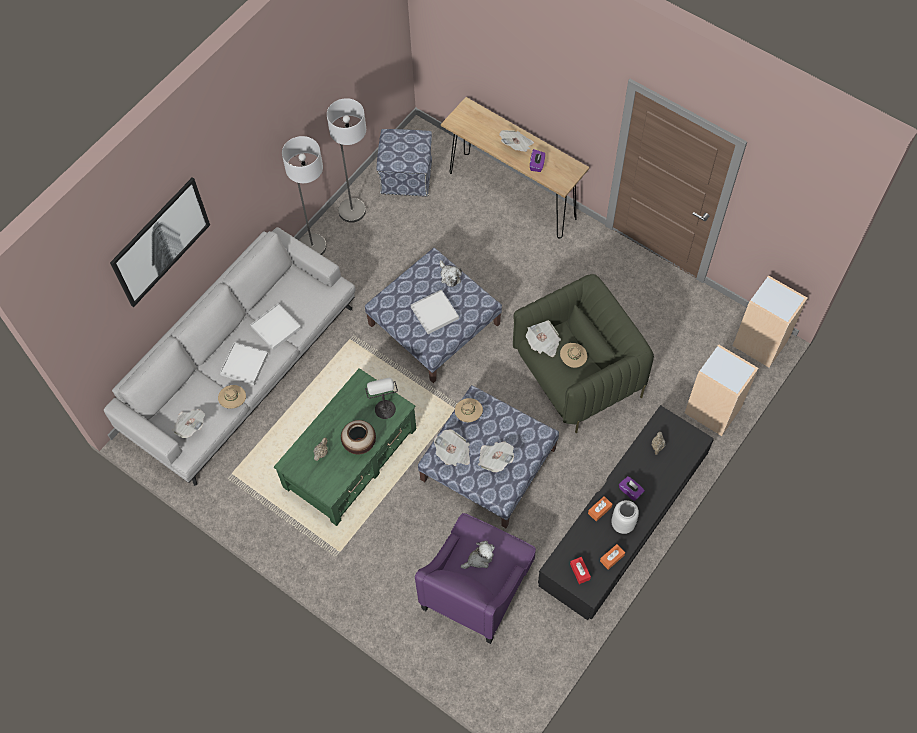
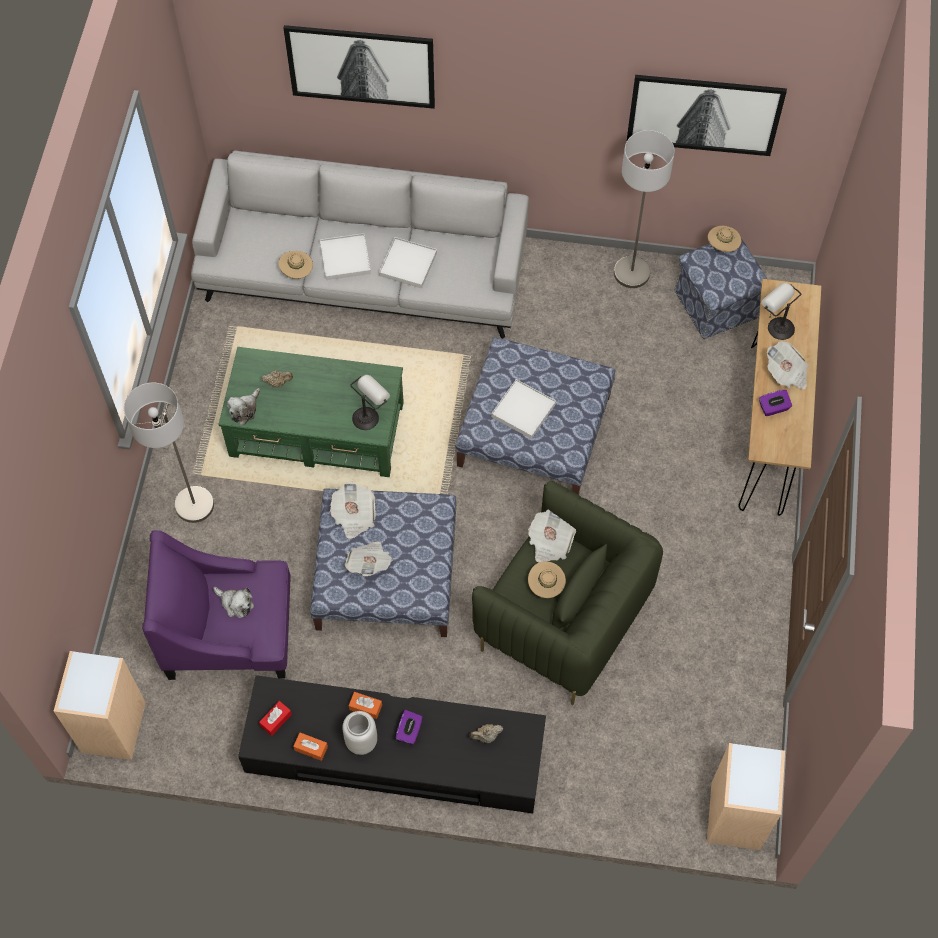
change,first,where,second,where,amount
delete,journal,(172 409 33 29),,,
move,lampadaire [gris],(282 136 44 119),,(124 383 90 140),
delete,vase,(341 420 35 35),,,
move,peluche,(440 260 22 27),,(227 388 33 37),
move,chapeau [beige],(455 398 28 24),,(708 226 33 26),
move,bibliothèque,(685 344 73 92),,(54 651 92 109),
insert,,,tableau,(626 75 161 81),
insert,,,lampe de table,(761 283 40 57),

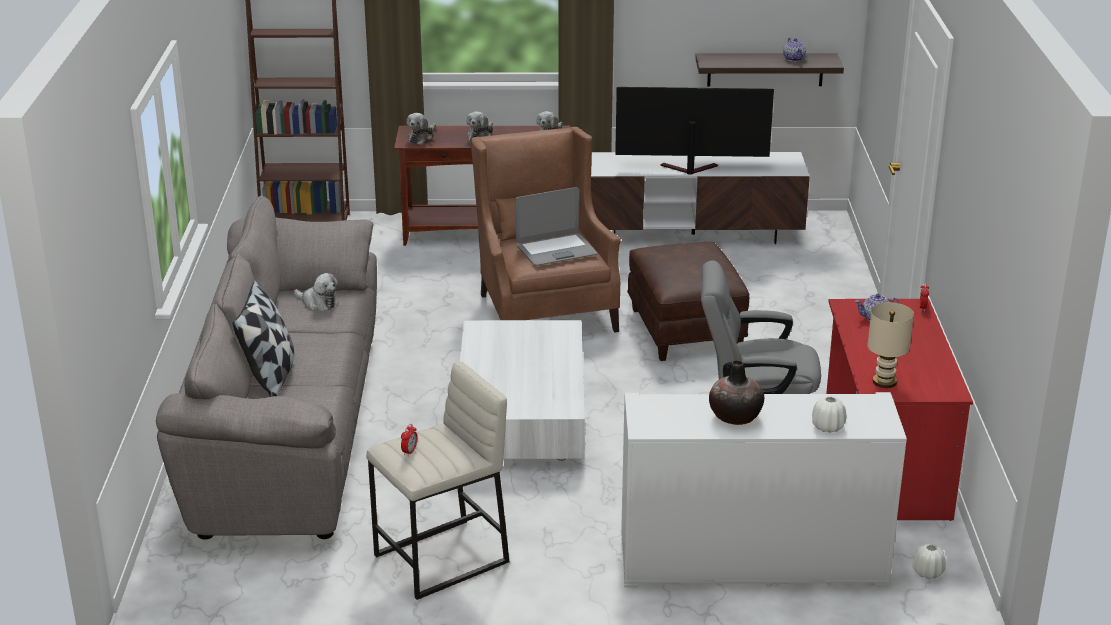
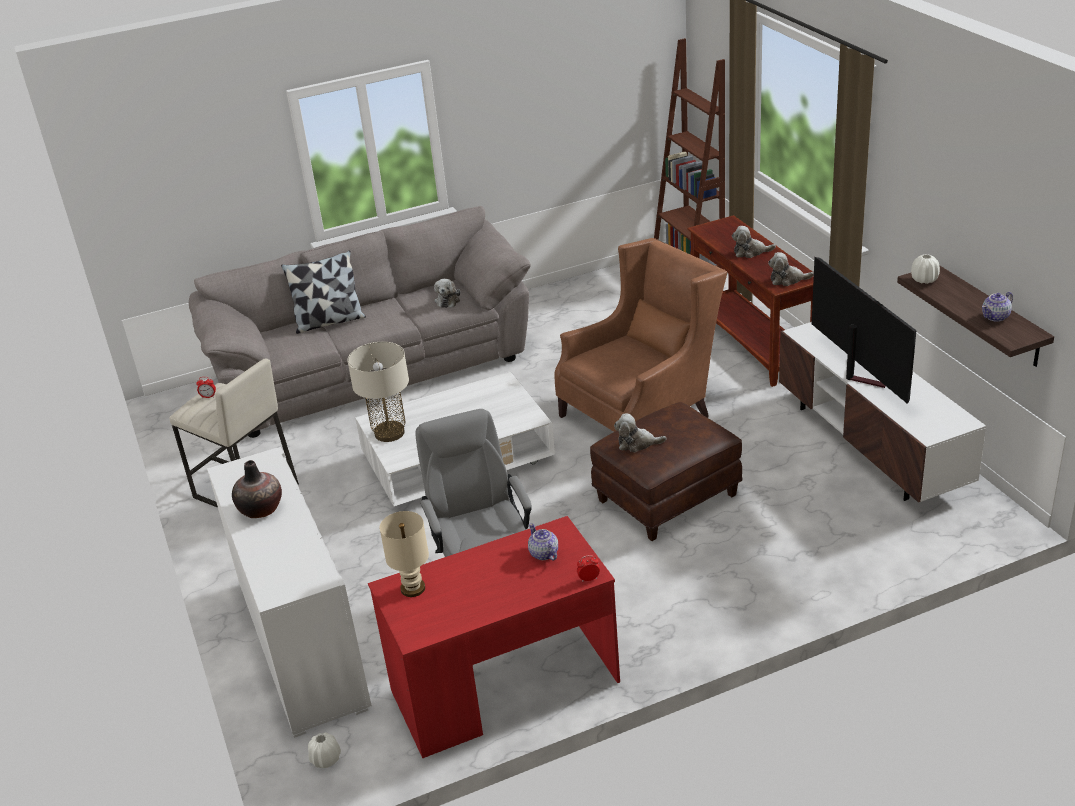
change,first,where,second,where,amount
move,peluche,(407 113 29 32),,(614 413 53 39),
delete,ordinateur portable,(516 187 81 79),,,
move,vase [blanc],(812 396 34 37),,(911 254 29 30),
insert,,,lampe de table,(347 342 62 100),

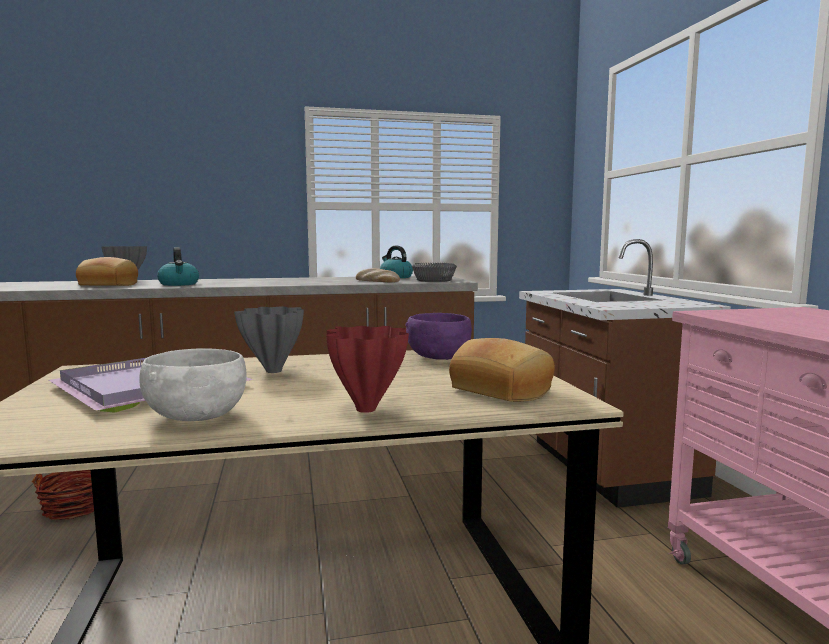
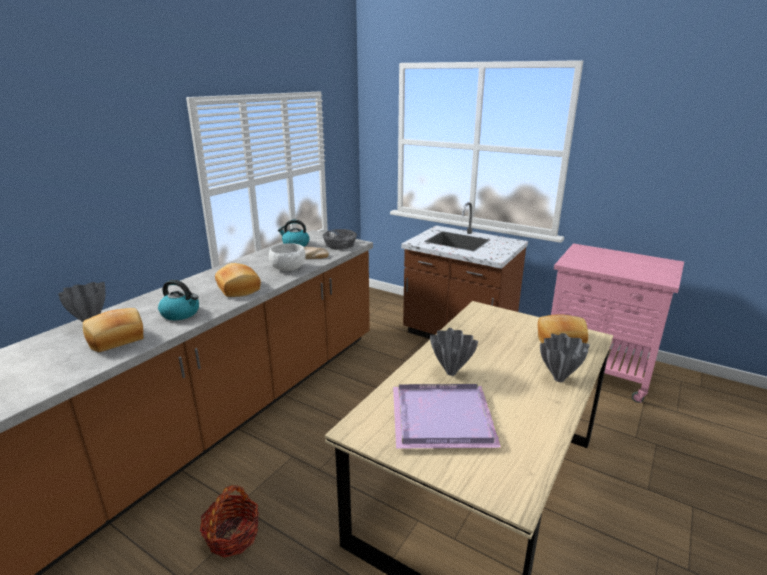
change,first,where,second,where,amount
move,bol [blanc],(139 349 108 72),,(269 243 37 28),
recolor,vase [rouge],(326 326 83 87),vase [gris],(540 333 50 49),
delete,bol [violet],(405 313 67 47),,,
insert,,,pain,(215 263 46 34),

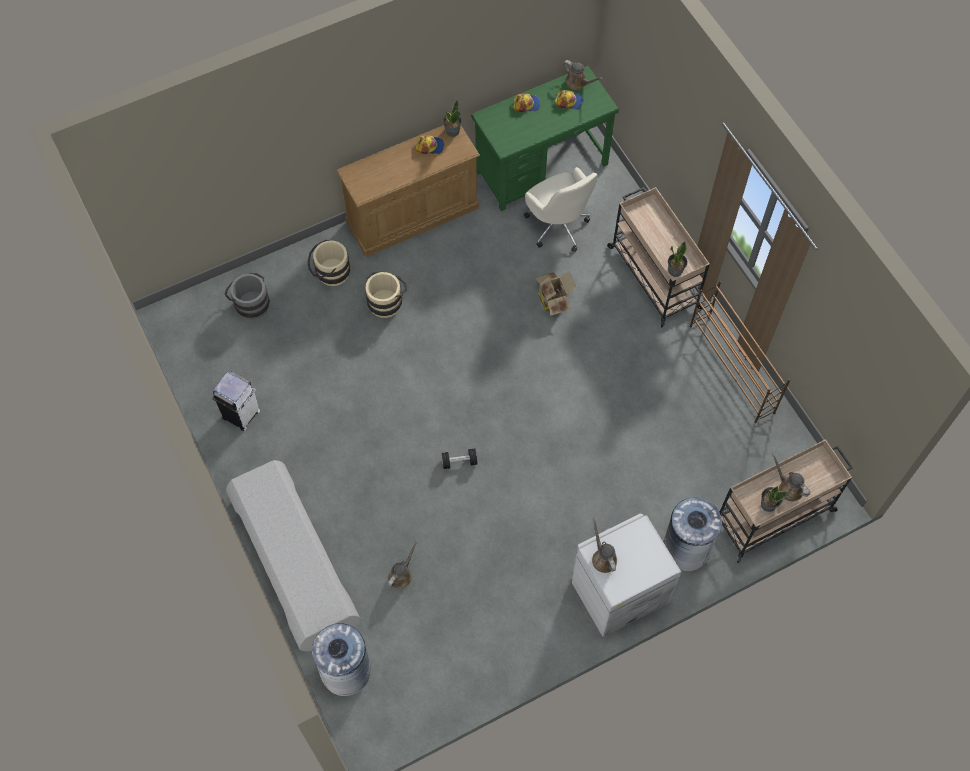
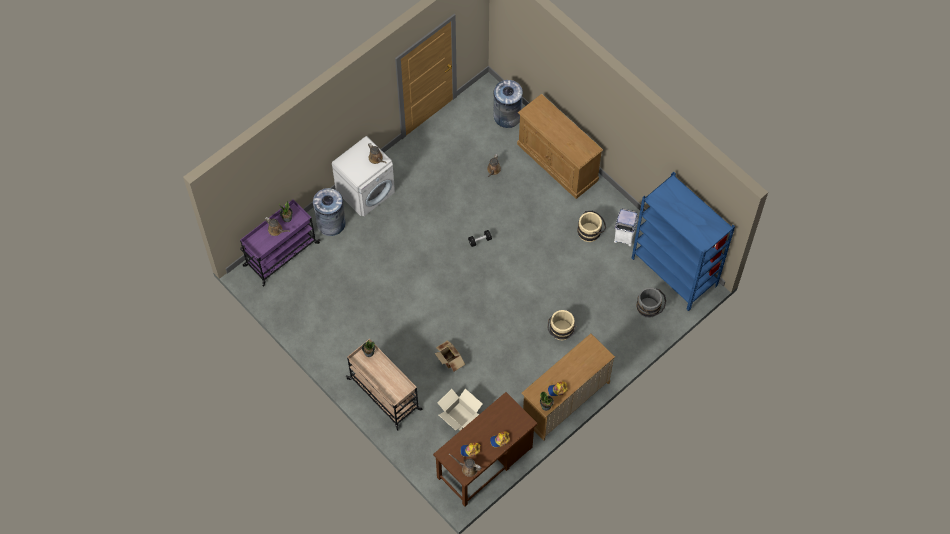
change,first,where,second,where,amount
replace,banc [gris],(226 460 134 191),meuble de rangement [marron],(517 94 86 105),
move,seau [beige],(308 240 42 46),,(578 211 28 31),
recolor,bureau [vert],(471 66 148 145),bureau [marron],(433 392 105 114),
replace,chaise de bureau [beige],(524 167 73 85),carton,(438 389 44 42),
delete,étagère à chaussures [marron],(690 281 100 142),,,
recolor,chariot [beige],(720 439 133 124),chariot [violet],(240 199 80 87),
insert,,,bibliothèque [bleu],(632 172 103 139),

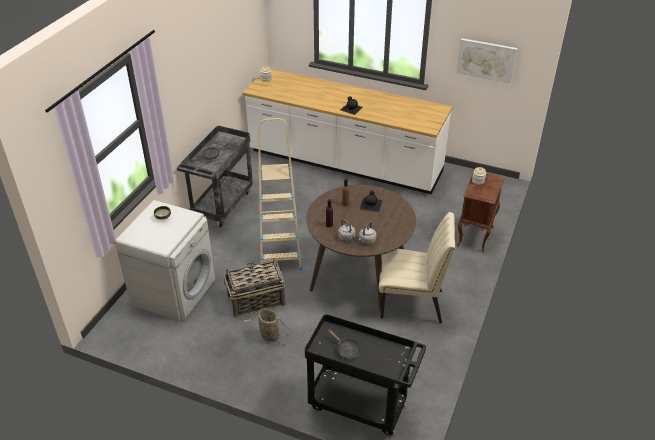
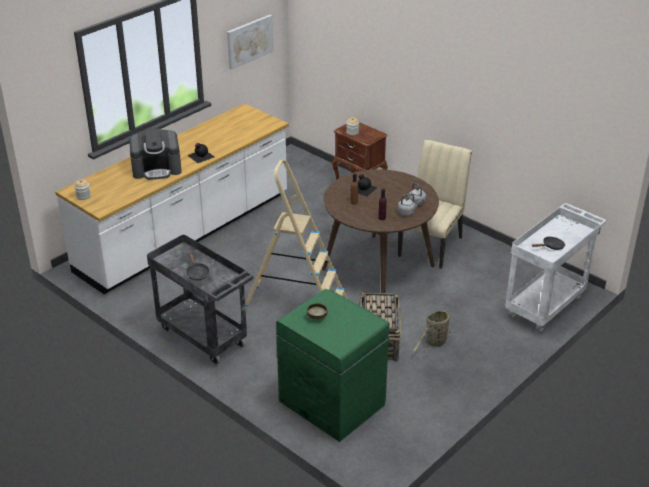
change,first,where,second,where,amount
recolor,lave-linge [blanc],(115 200 100 121),lave-linge [vert],(276 289 114 153),
recolor,chariot [noir],(305 314 121 122),chariot [blanc],(505 203 101 130),
insert,,,machine à café,(129 128 53 52),

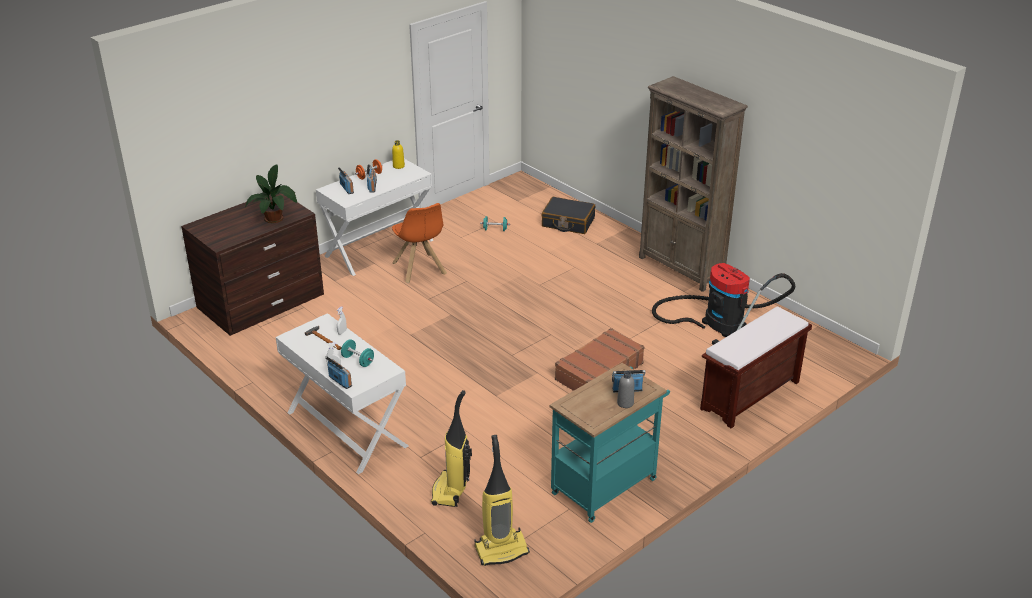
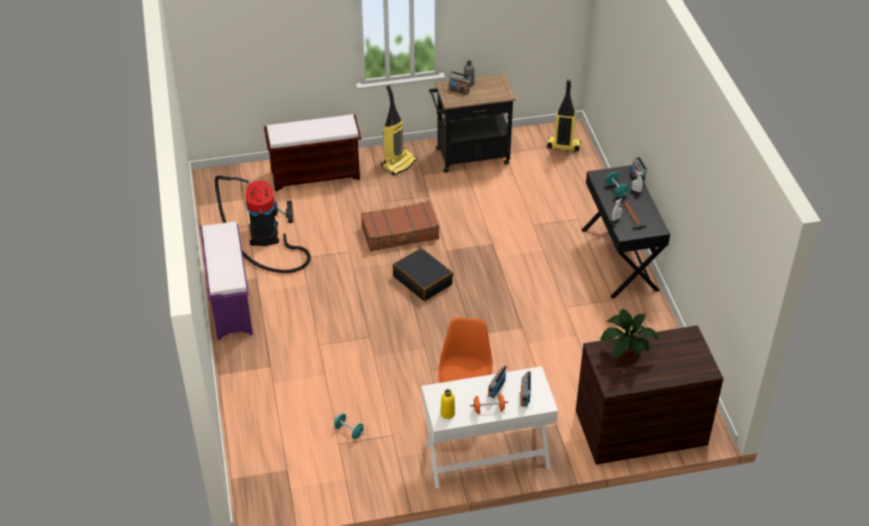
change,first,where,second,where,amount
recolor,bureau [blanc],(276 313 132 161),bureau [noir],(582 165 88 133),
move,aspirateur,(431 390 41 117),,(381 85 36 91),
move,valise [noir],(541 197 54 37),,(393 248 60 53),
recolor,chariot [turquoise],(550 363 120 160),chariot [noir],(429 74 86 99),
replace,bibliothèque [marron],(639 76 109 216),banc [violet],(200 222 53 118),

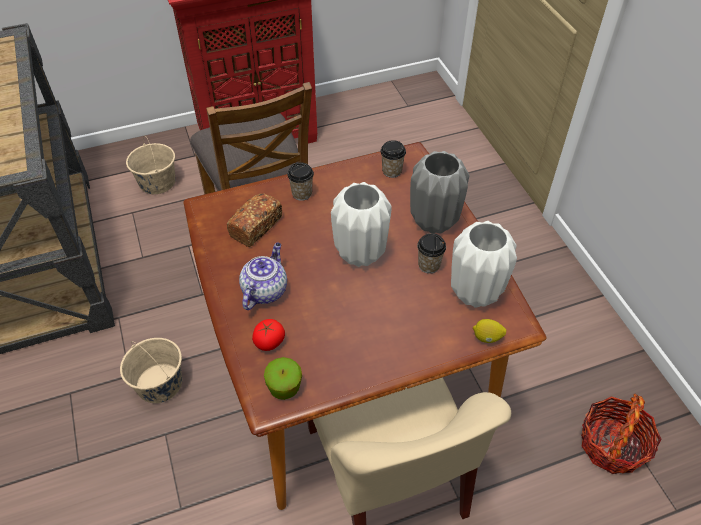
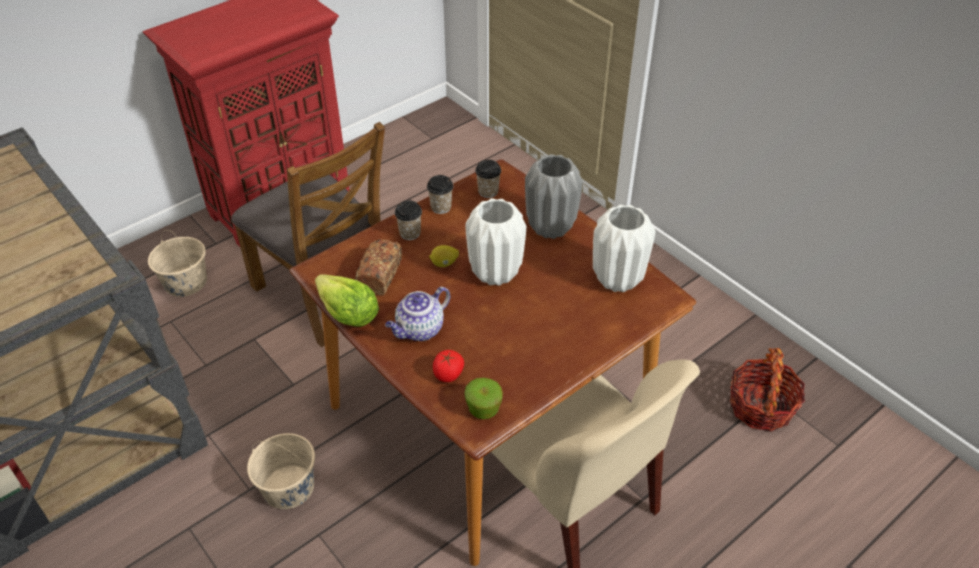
change,first,where,second,where,amount
rotate,théière,(239 243 48 67),,(385 287 65 54),135 degrees counterclockwise
move,tasse,(417 233 29 41),,(427 175 26 39),
move,citron,(473 319 33 24),,(429 245 30 22),
insert,,,laitue,(315 274 64 53),

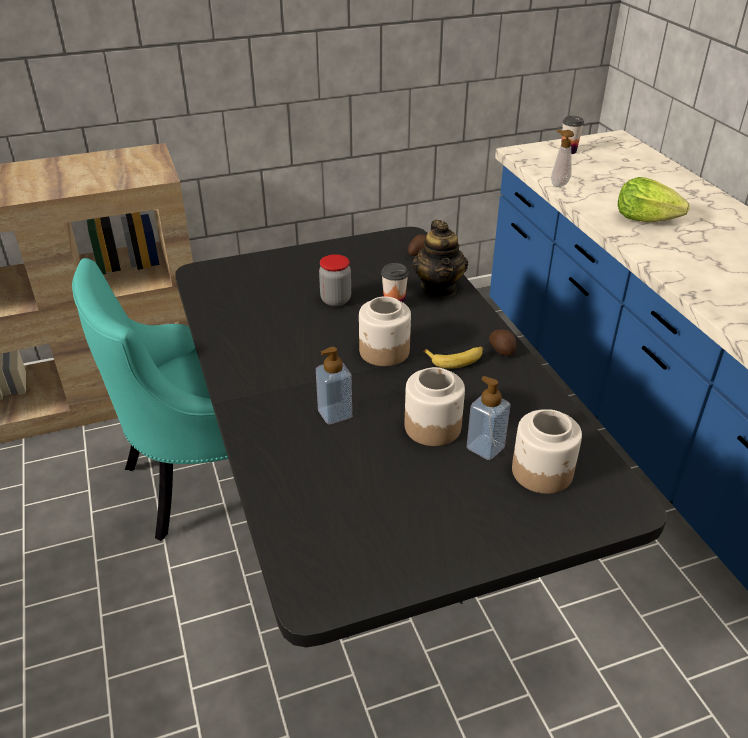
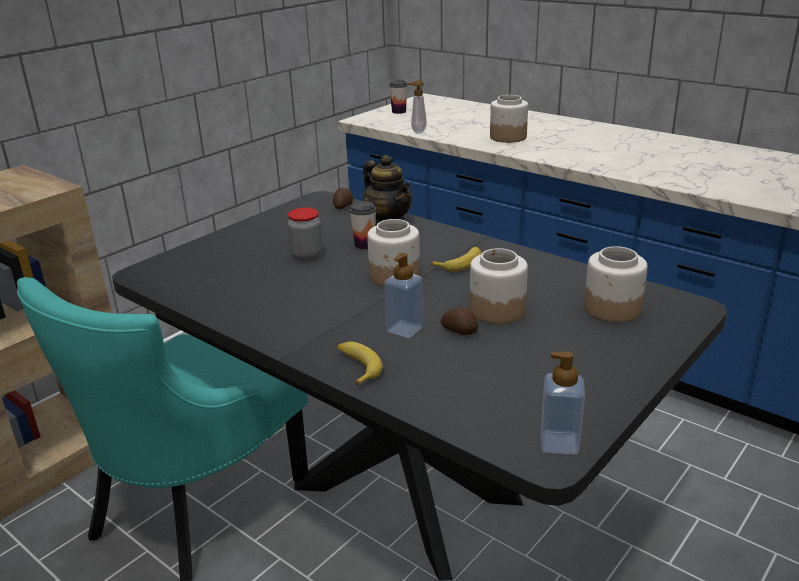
change,first,where,second,where,amount
move,distributeur de savon,(467 376 44 84),,(541 351 44 104),
move,pomme de terre,(489 329 27 27),,(441 307 37 28),
replace,laitue,(618 177 72 45),bocal,(490 95 38 48),
insert,,,banane,(337 341 46 45),

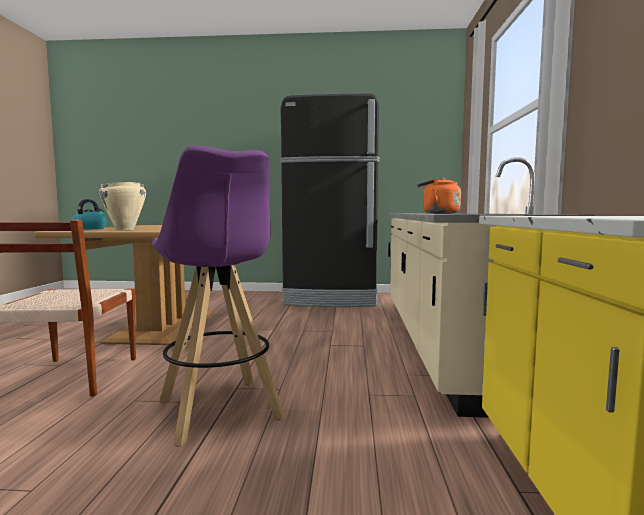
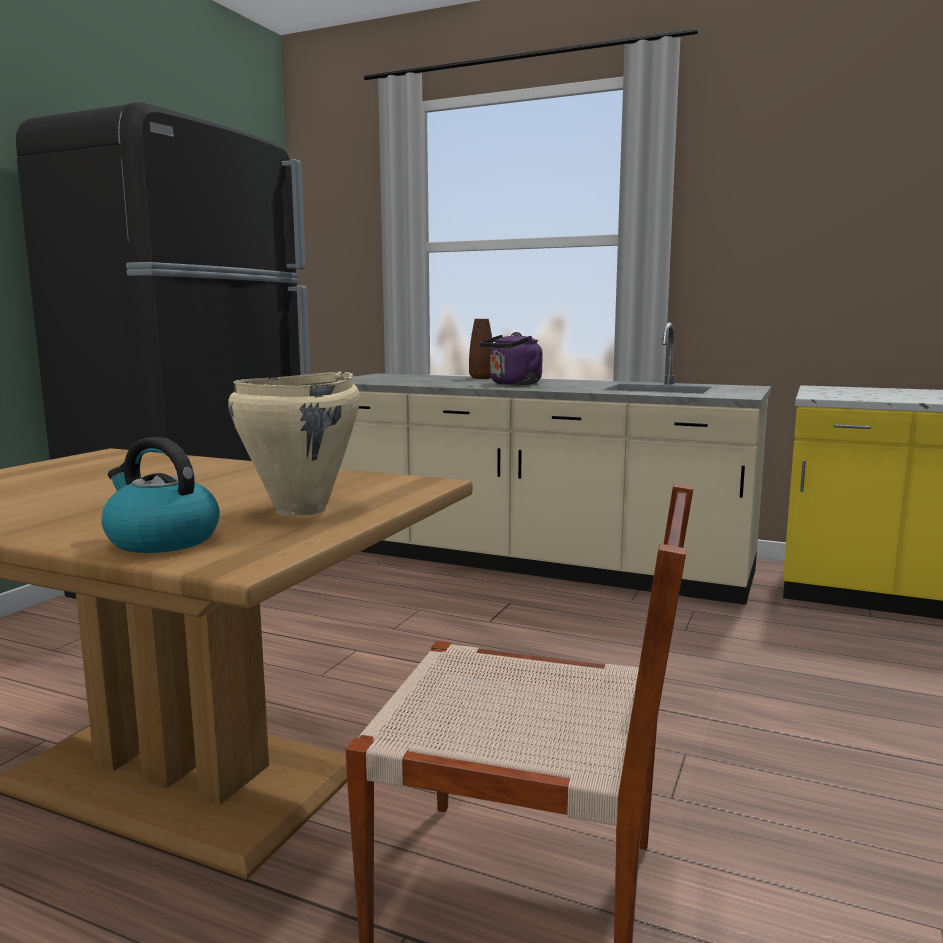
change,first,where,second,where,amount
delete,tabouret [violet],(152 145 133 302),,,
recolor,bouilloire [orange],(417 178 44 36),bouilloire [violet],(480 332 62 53),
insert,,,vase [marron],(469 319 23 60),

